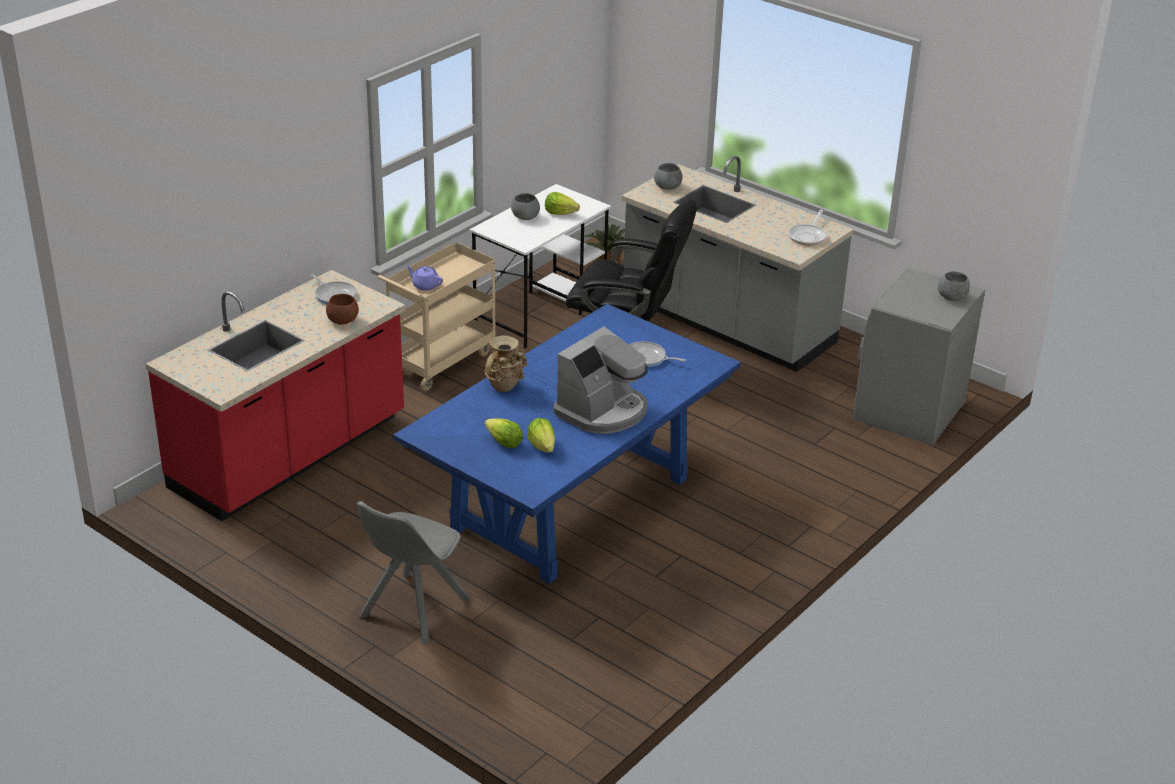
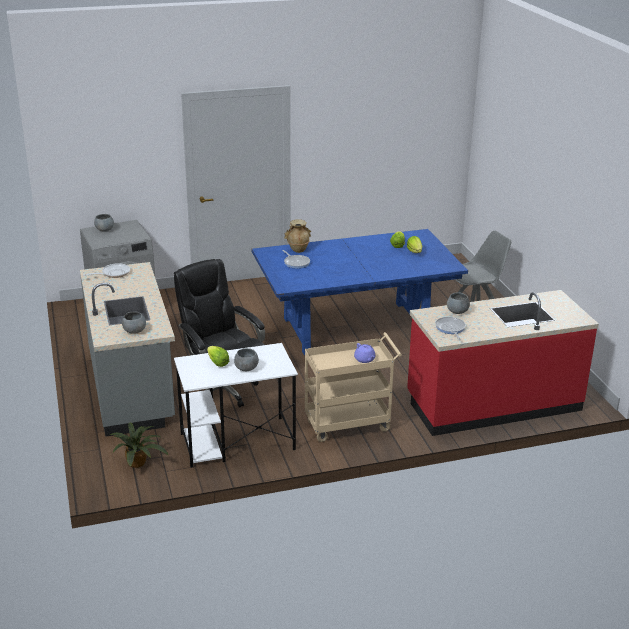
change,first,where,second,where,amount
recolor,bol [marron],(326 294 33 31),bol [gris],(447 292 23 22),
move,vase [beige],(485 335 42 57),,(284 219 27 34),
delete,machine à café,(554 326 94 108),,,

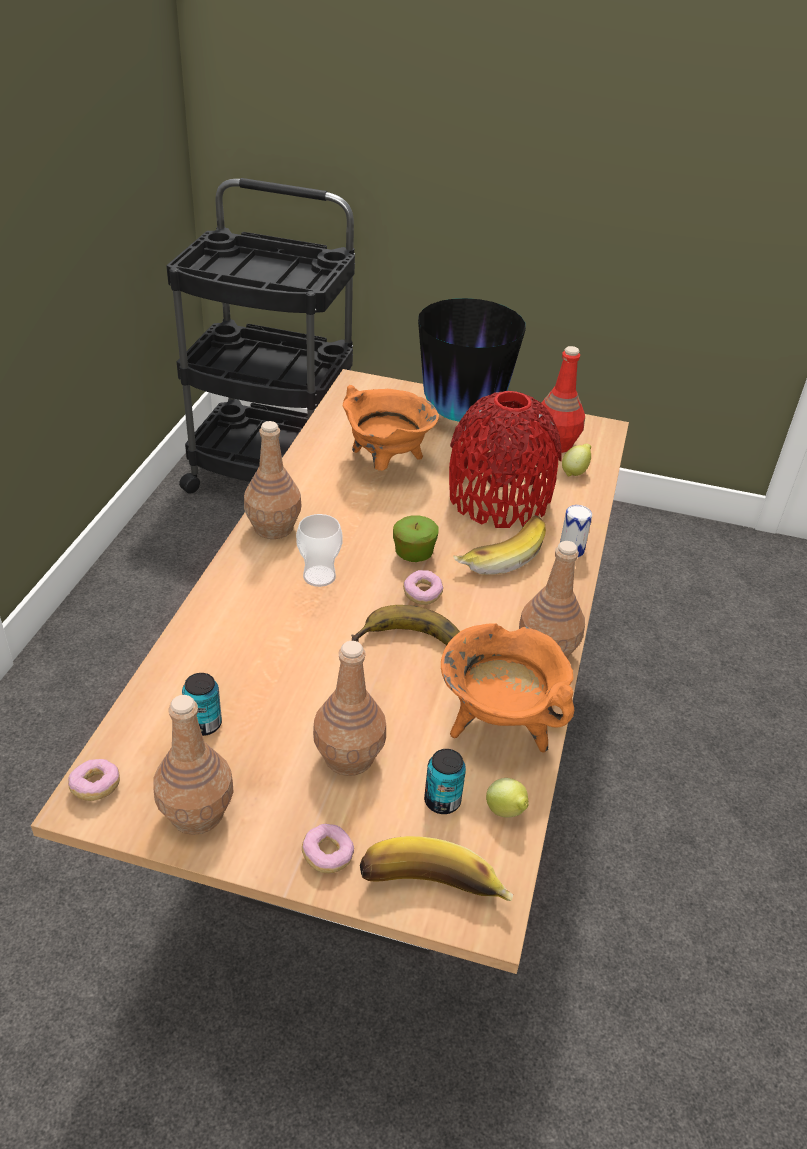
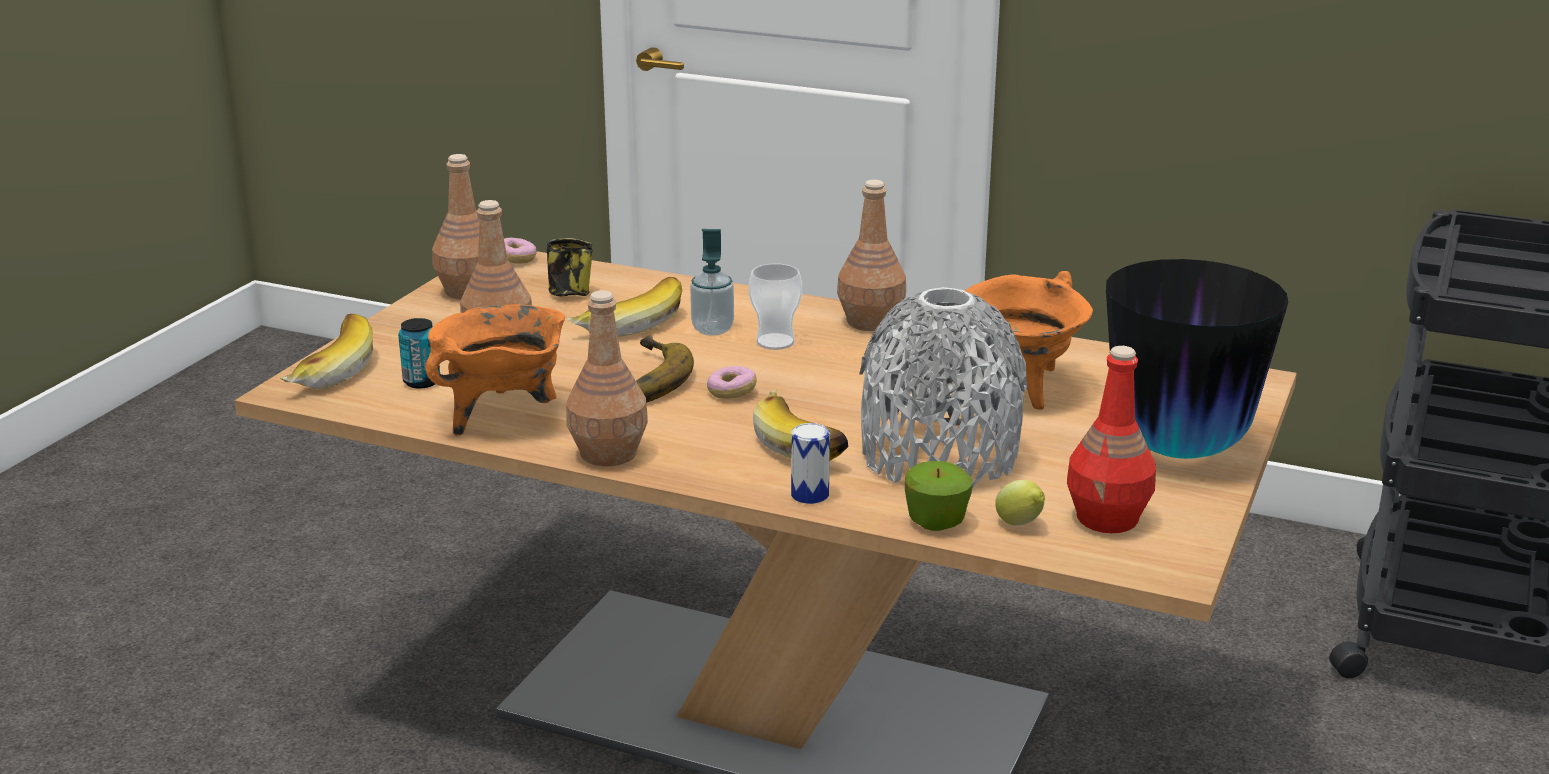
change,first,where,second,where,amount
replace,boîte métallique,(182 673 40 63),mug,(546 238 47 58),
delete,beignet,(302 824 52 50),,,
move,pomme,(393 515 45 47),,(905 461 67 70),
recolor,vase [rouge],(449 391 113 137),vase [gris],(859 287 169 201),
delete,citron,(486 778 43 40),,,
insert,,,banane,(566 277 116 60),
insert,,,distributeur de savon,(690 229 44 107),

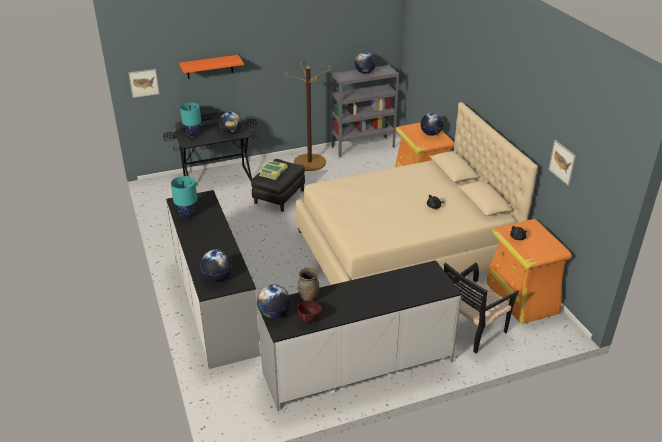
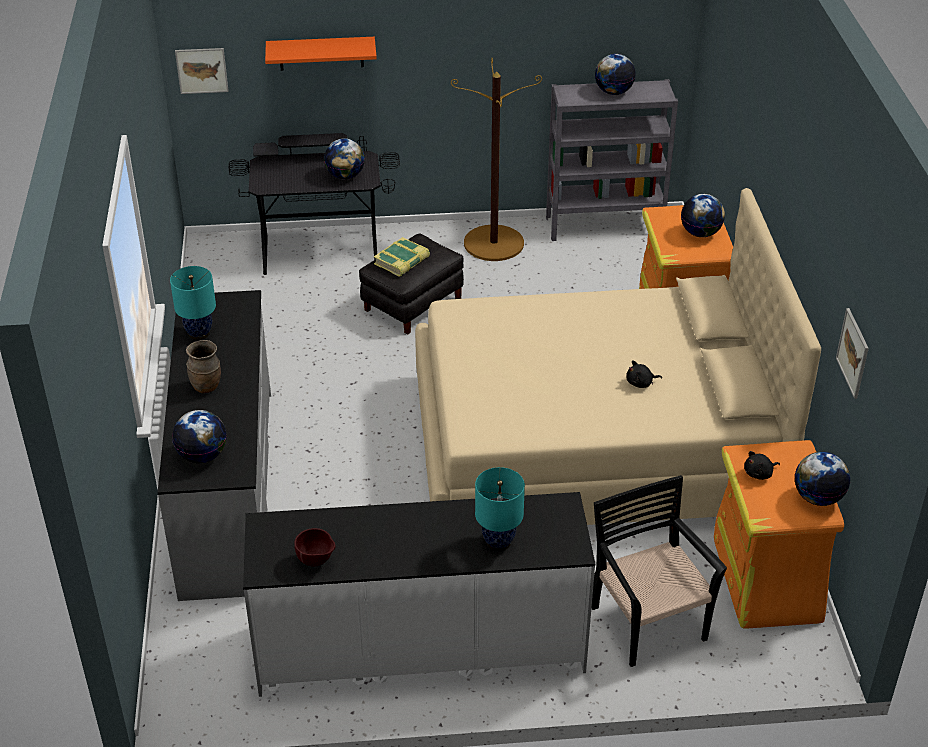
change,first,where,second,where,amount
move,lampe de table [turquoise],(180 102 21 36),,(475 467 50 84),
move,globe,(257 284 33 34),,(795 452 55 54),
move,vase [marron],(298 268 21 33),,(186 340 35 53),
rotate,fauteuil [noir],(444 263 75 90),,(592 475 135 192),90 degrees clockwise

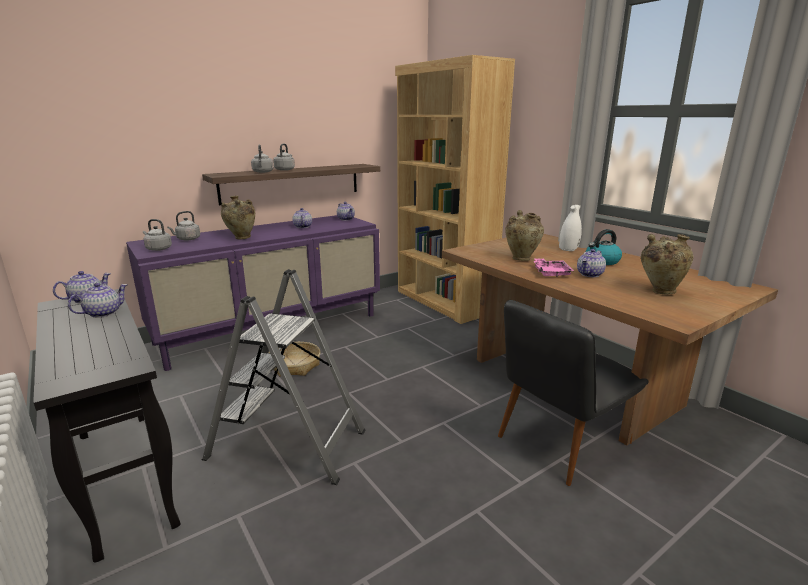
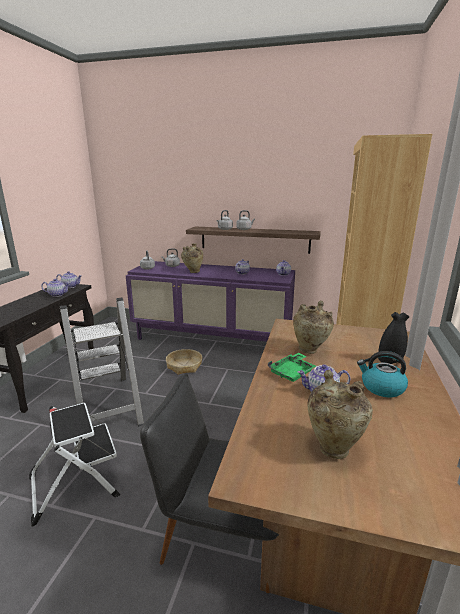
change,first,where,second,where,amount
recolor,plateau [rose],(534 258 40 19),plateau [vert],(268 353 48 29),
recolor,vase [blanc],(559 205 23 46),vase [noir],(378 312 31 52),
insert,,,escabeau,(29 403 91 123),

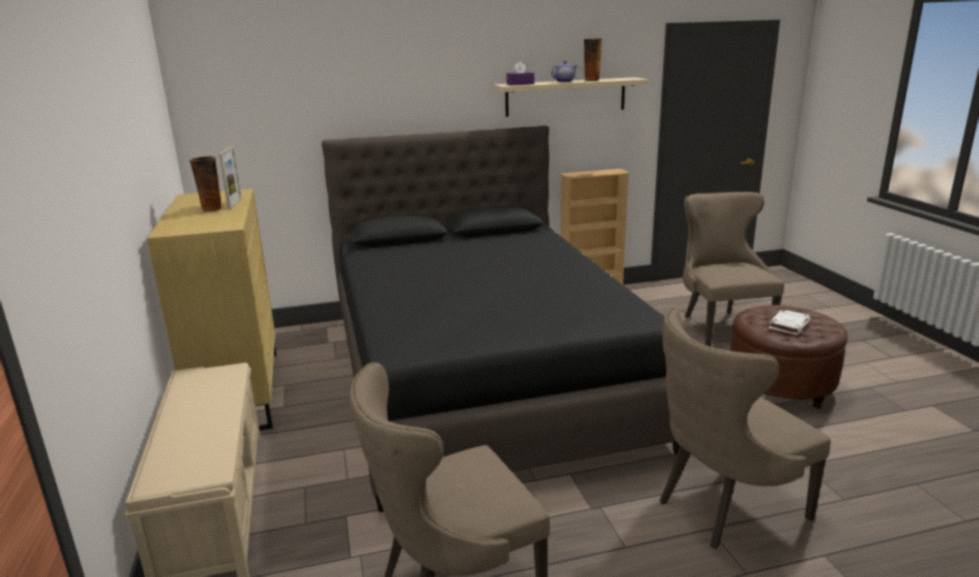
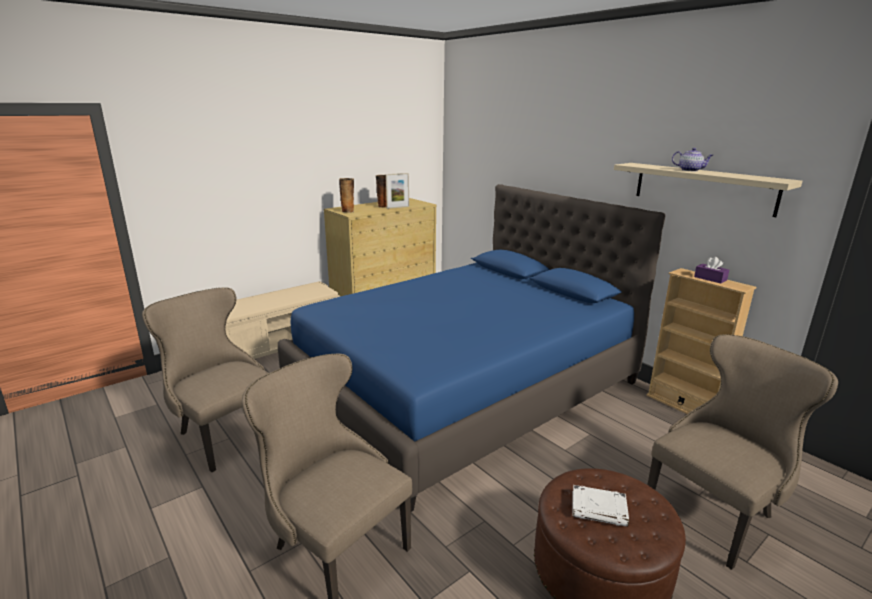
change,first,where,second,where,amount
recolor,lit [noir],(322 126 357 386),lit [bleu],(278 184 387 328),
move,boîte à mouchoirs [violet],(506 62 28 23),,(694 257 35 27),
move,vase,(584 38 18 43),,(339 178 15 35),

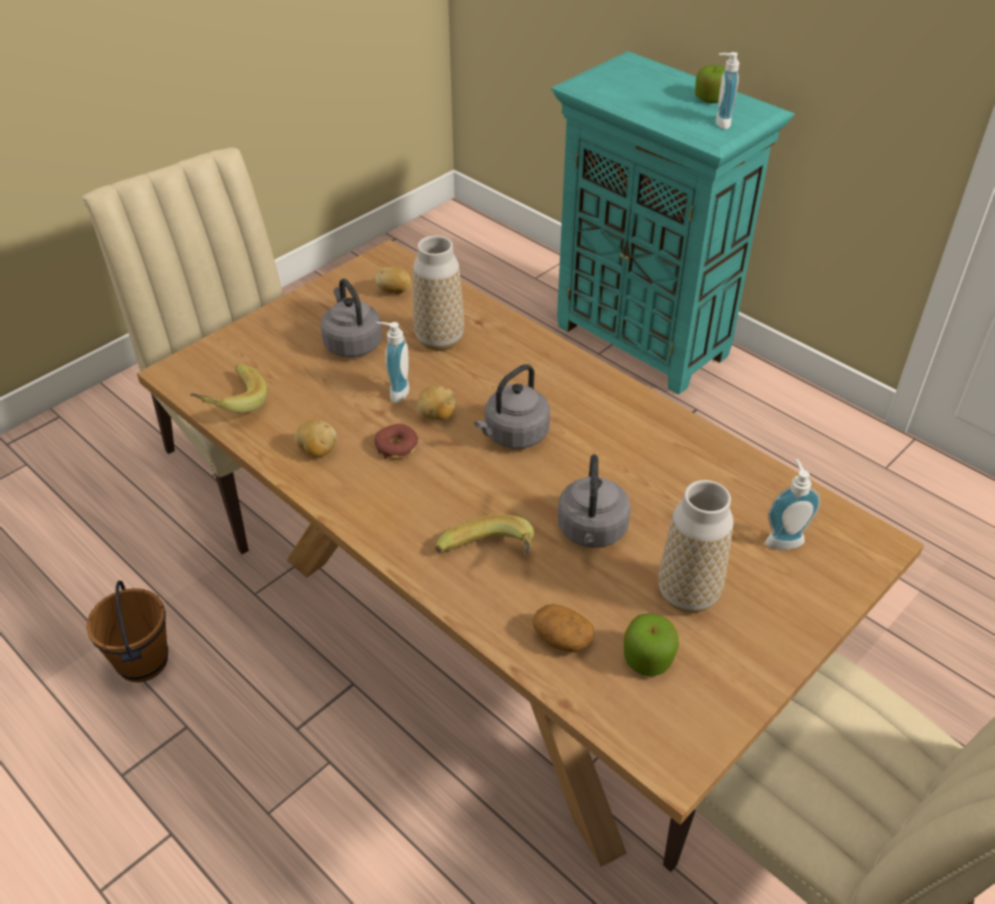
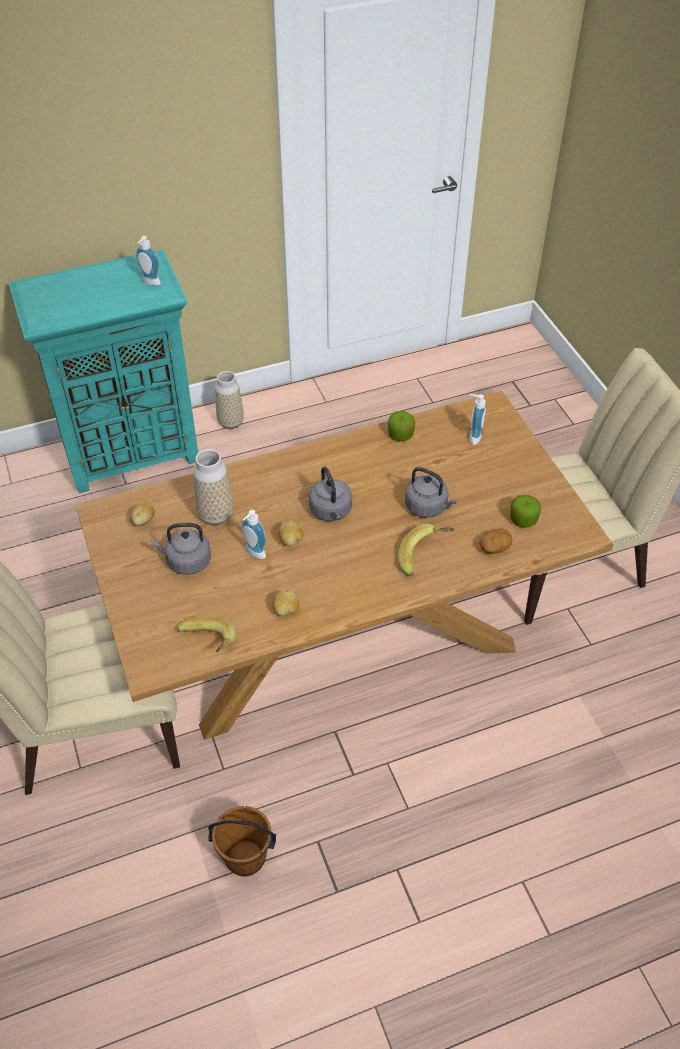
change,first,where,second,where,amount
delete,beignet,(375 424 44 35),,,
move,vase,(658 480 75 133),,(215 371 29 58),
move,pomme,(695 65 30 38),,(388 411 27 31),

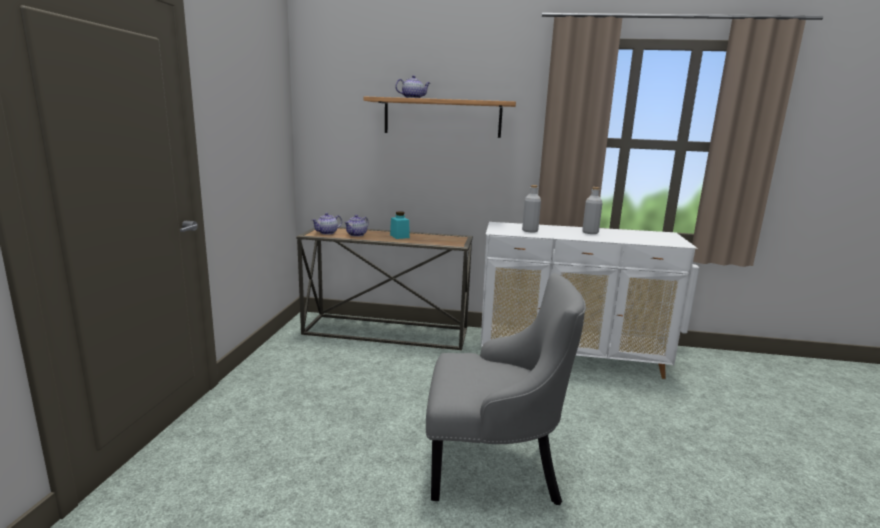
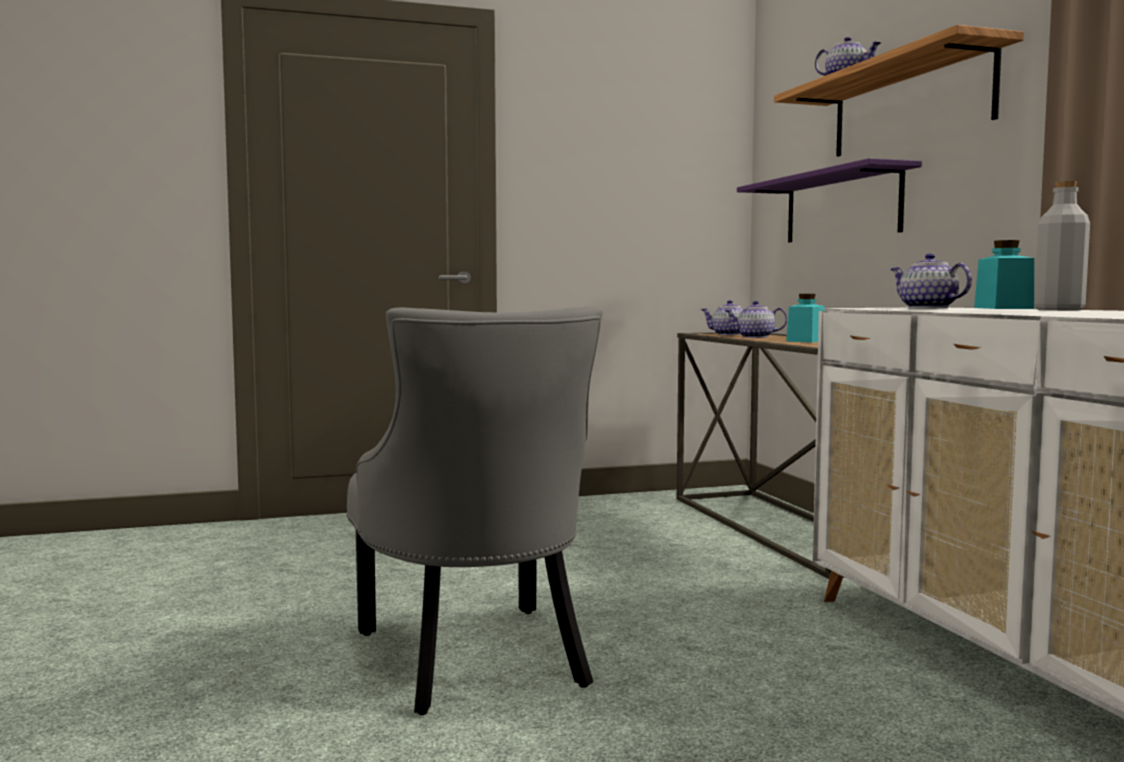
change,first,where,second,where,amount
replace,bouteille [gris],(522 185 19 47),théière,(891 254 81 54),
insert,,,étagère [violet],(737 158 185 84),
insert,,,bocal [turquoise],(974 240 60 69),

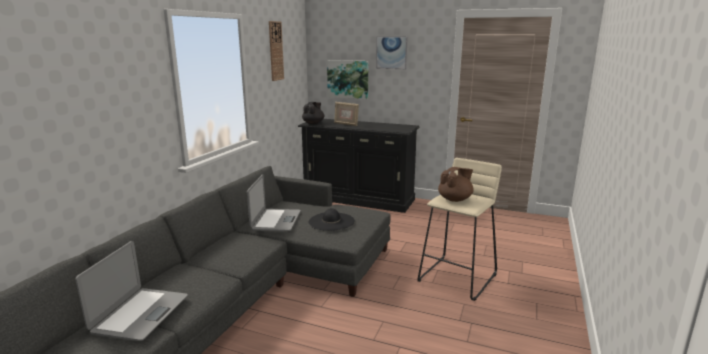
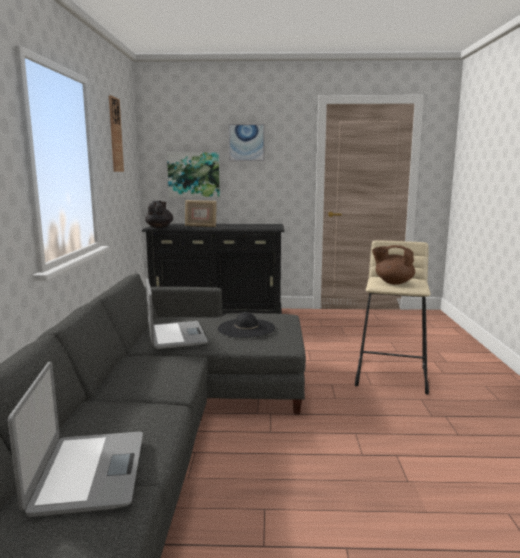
change,first,where,second,where,amount
rotate,théière [marron],(438 167 36 35),,(372 245 43 40),105 degrees counterclockwise

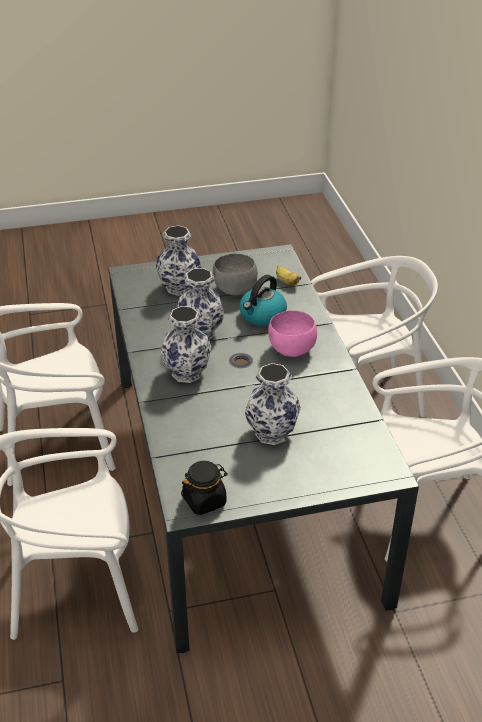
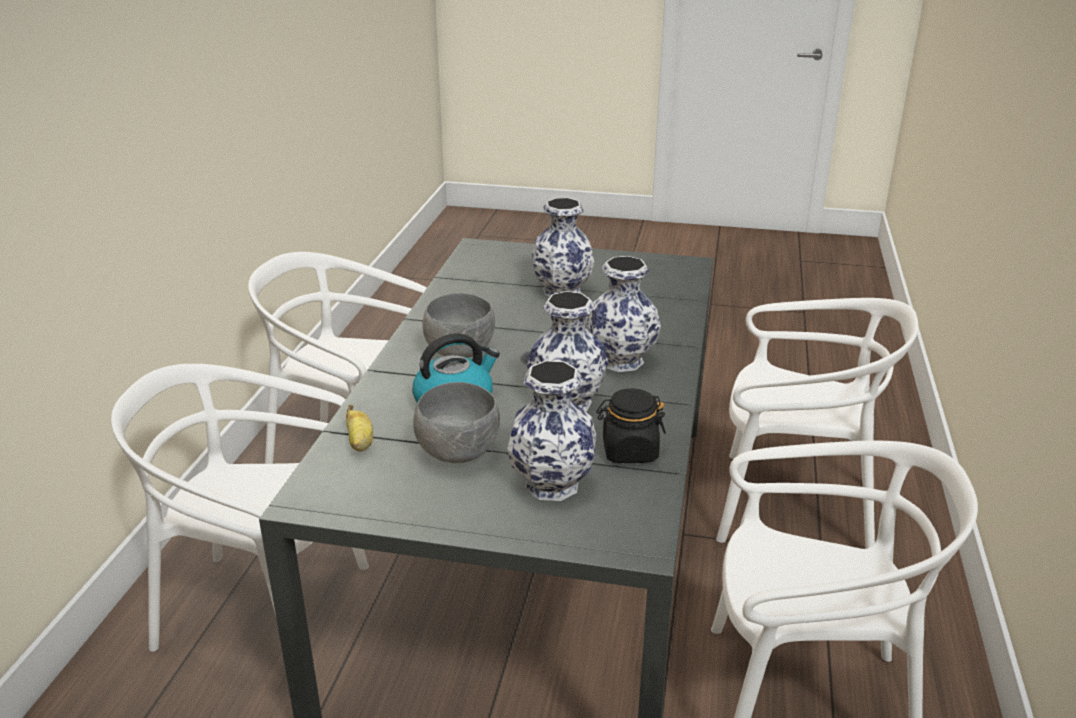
change,first,where,second,where,amount
move,bocal [noir],(181 461 47 54),,(596 388 70 75),
recolor,bol [rose],(268 310 49 47),bol [gris],(422 293 73 65),

